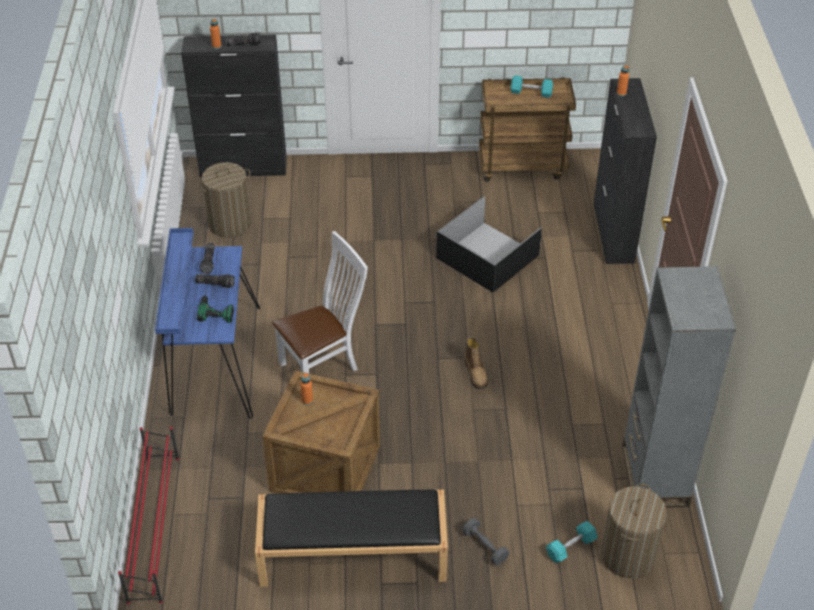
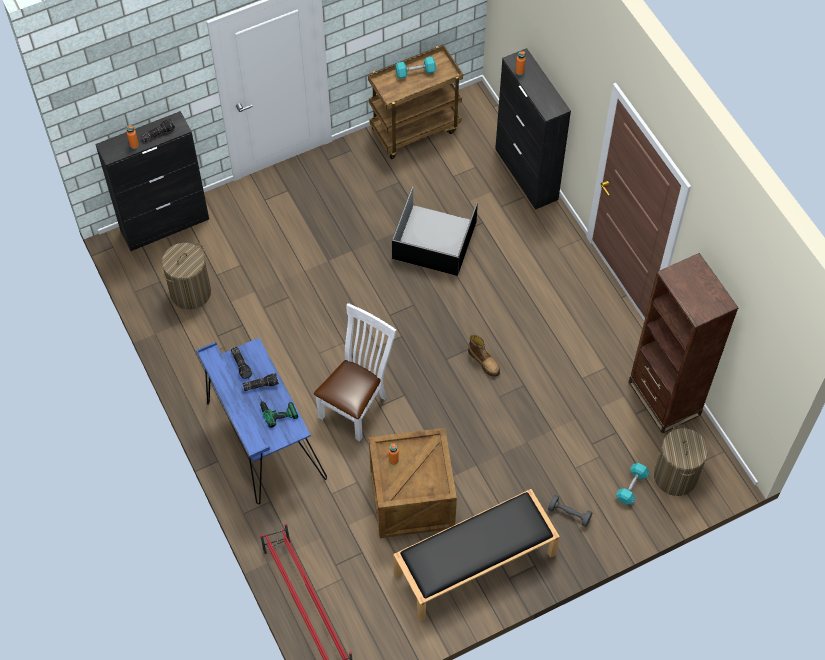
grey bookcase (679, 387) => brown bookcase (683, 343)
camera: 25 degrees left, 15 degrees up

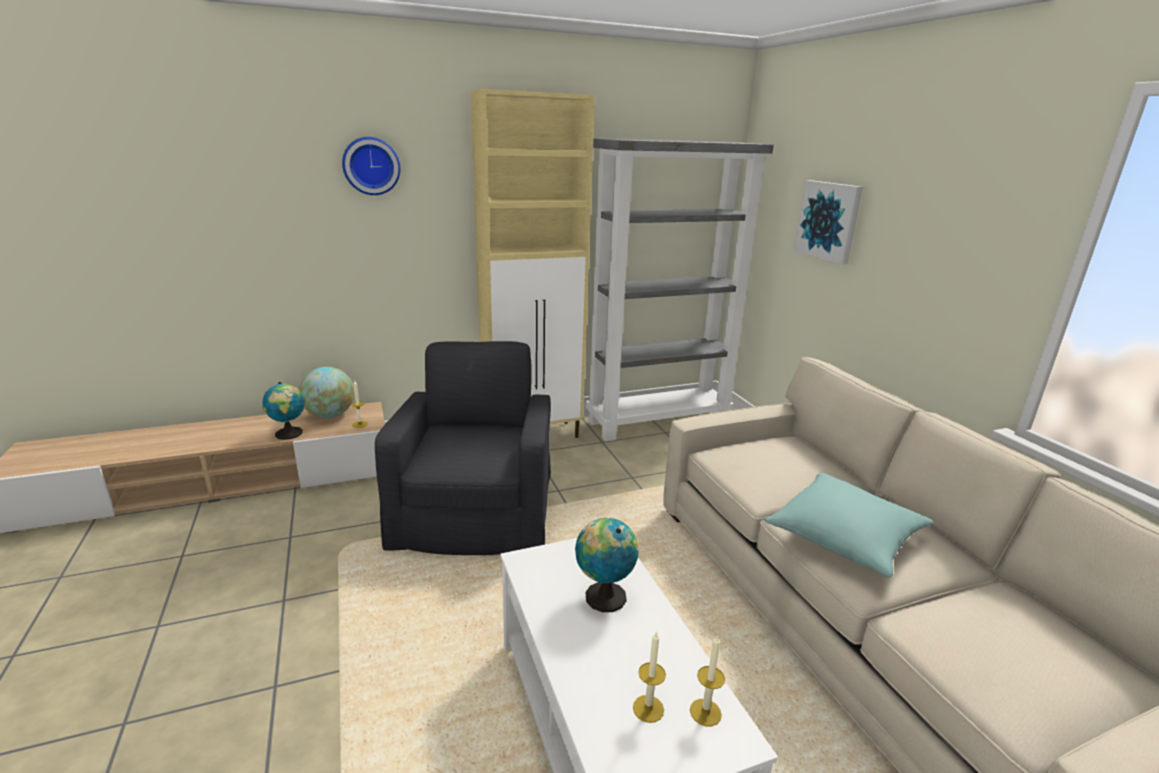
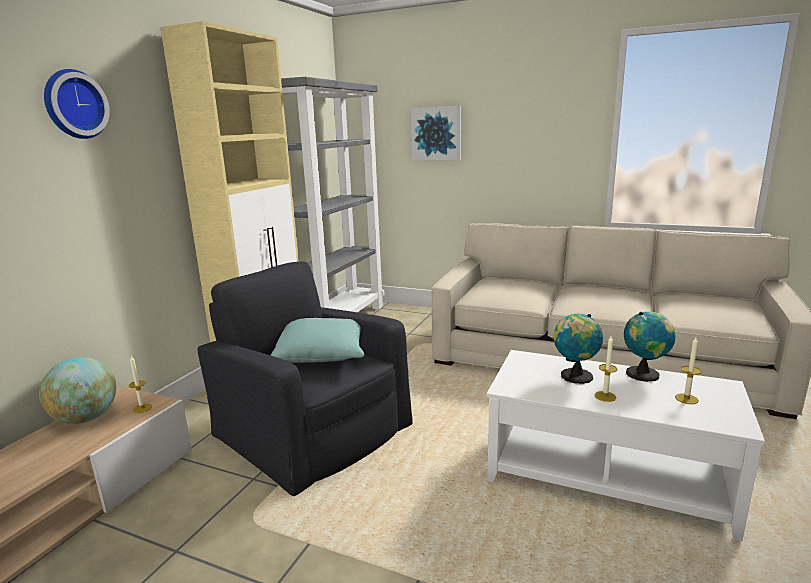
globe (283, 411) => globe (650, 347), moved
candle (707, 680) => candle (606, 369), moved
turquoise pillow (849, 525) => turquoise pillow (317, 340), moved
camera: 45 degrees left, 5 degrees down

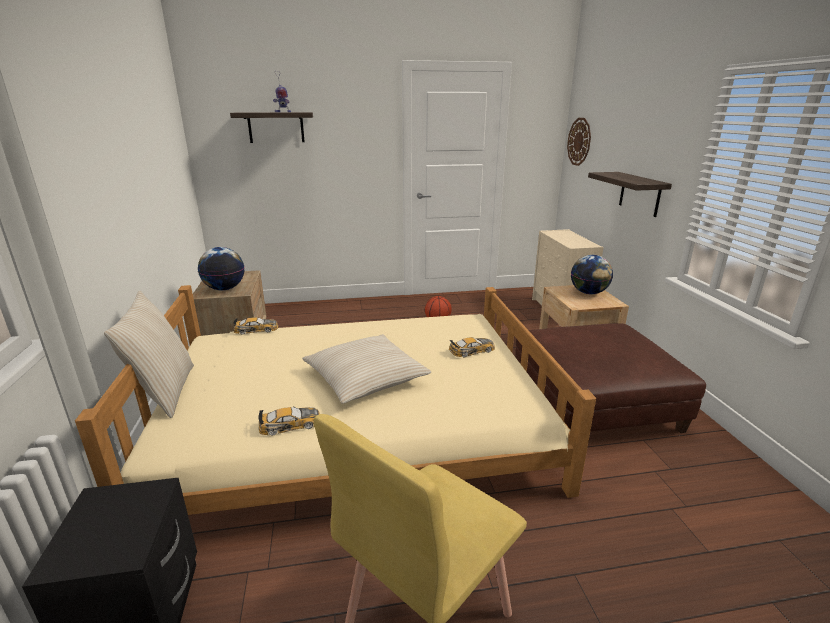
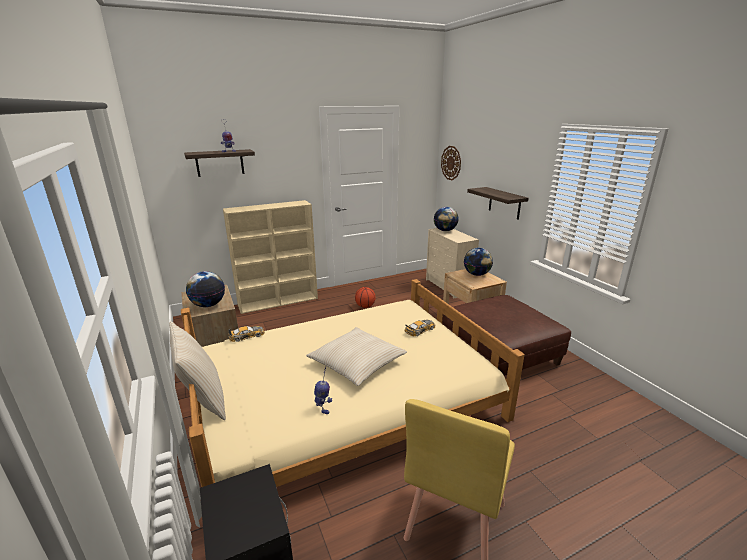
nothing => beige bookcase (270, 257)
nothing => globe (446, 219)
toy car (289, 420) => toy robot (323, 390)
camera: 15 degrees left, 0 degrees up

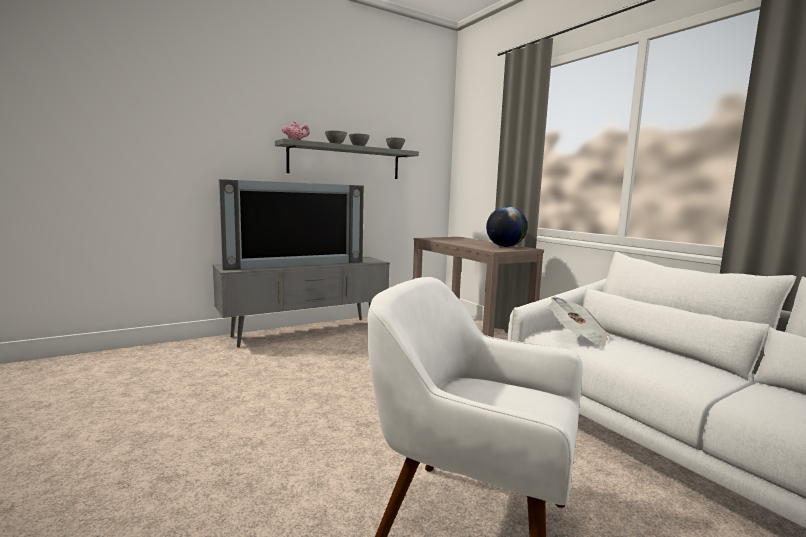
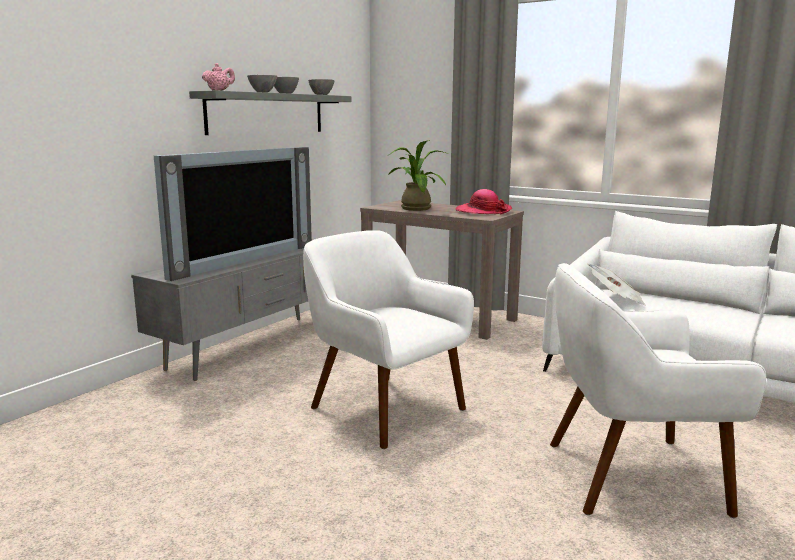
nothing => white armchair (388, 339)
nothing => potted plant (419, 175)
globe (507, 226) => hat (483, 201)
camera: 25 degrees left, 5 degrees up

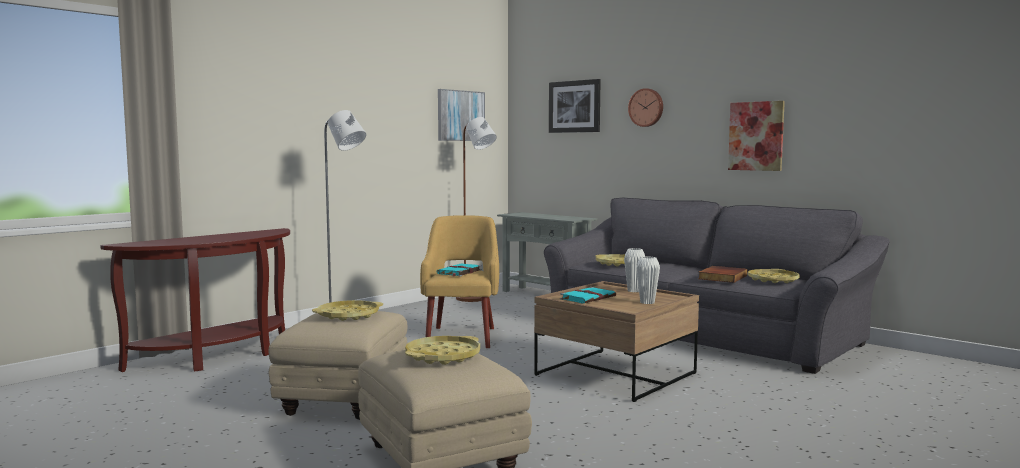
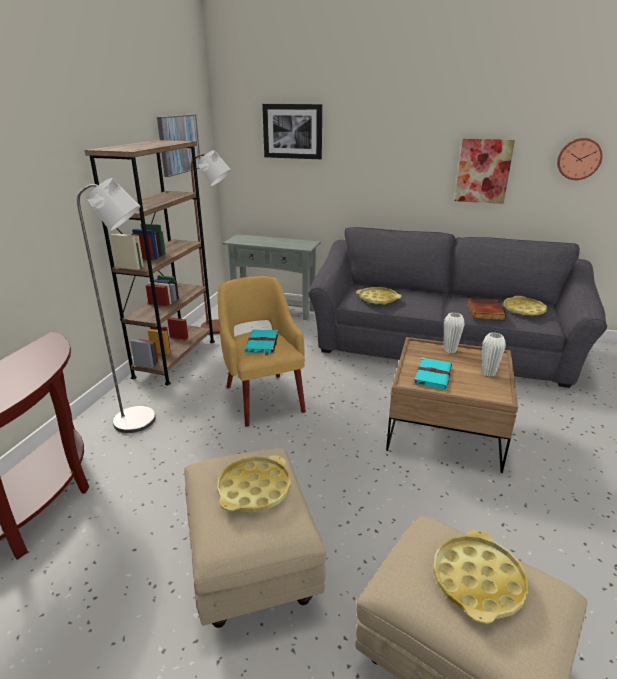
nothing => brown bookcase (150, 262)
wall clock (645, 107) => wall clock (580, 159), moved
camera: 25 degrees left, 20 degrees up

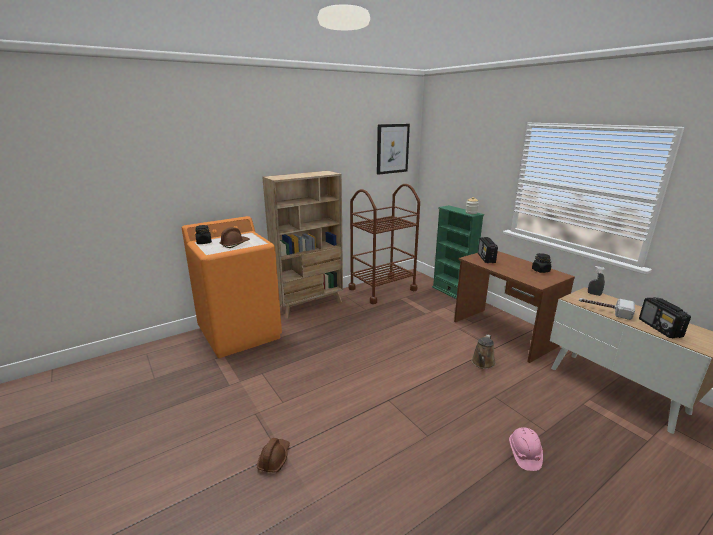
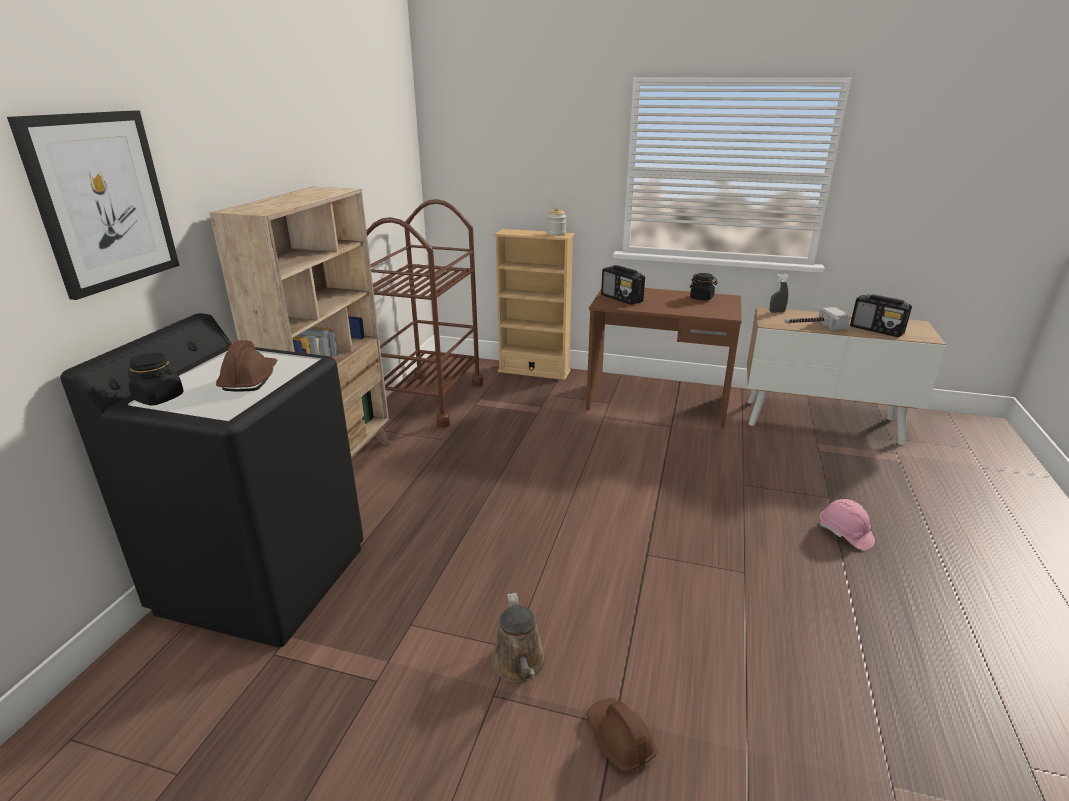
picture (393, 149) => picture (93, 205), moved
brown watering can (483, 351) => brown watering can (519, 637), moved
orange washing machine (232, 287) => black washing machine (212, 480)
green bookcase (458, 252) => beige bookcase (534, 304)
camera: 40 degrees left, 5 degrees up

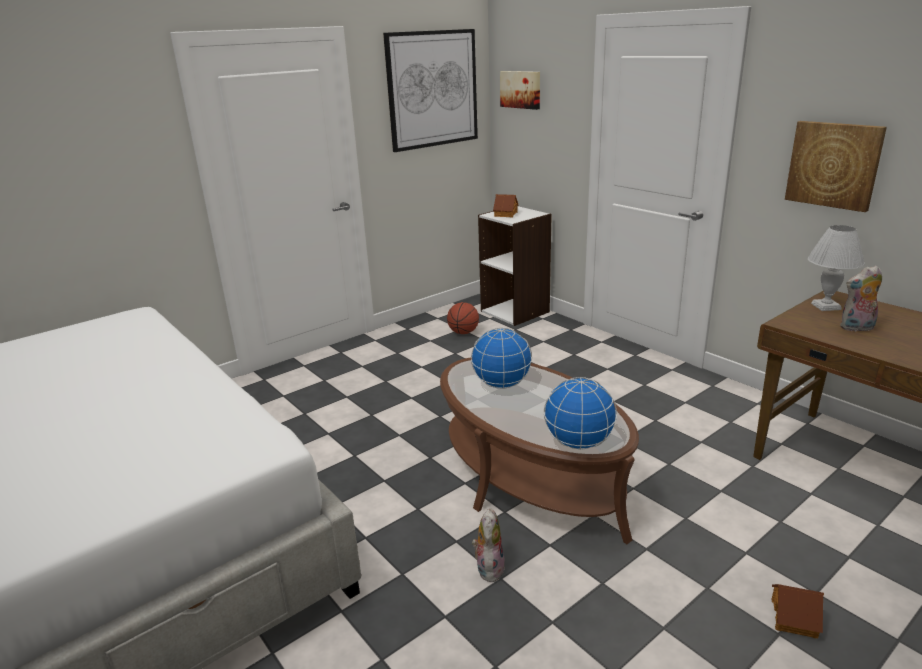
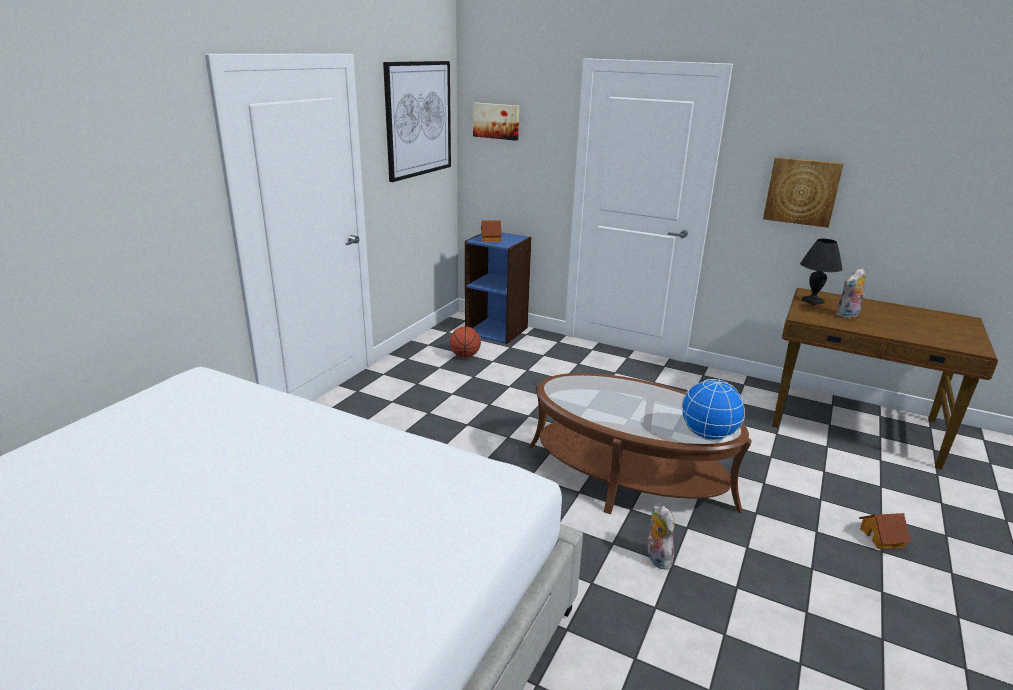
globe (501, 358) => nothing
white bookcase (515, 266) => blue bookcase (498, 288)
white table lamp (836, 268) => black table lamp (821, 272)
camera: 25 degrees left, 0 degrees up

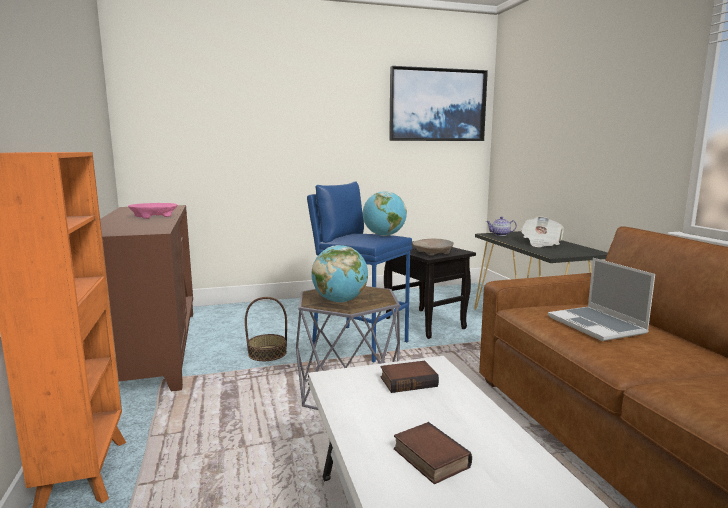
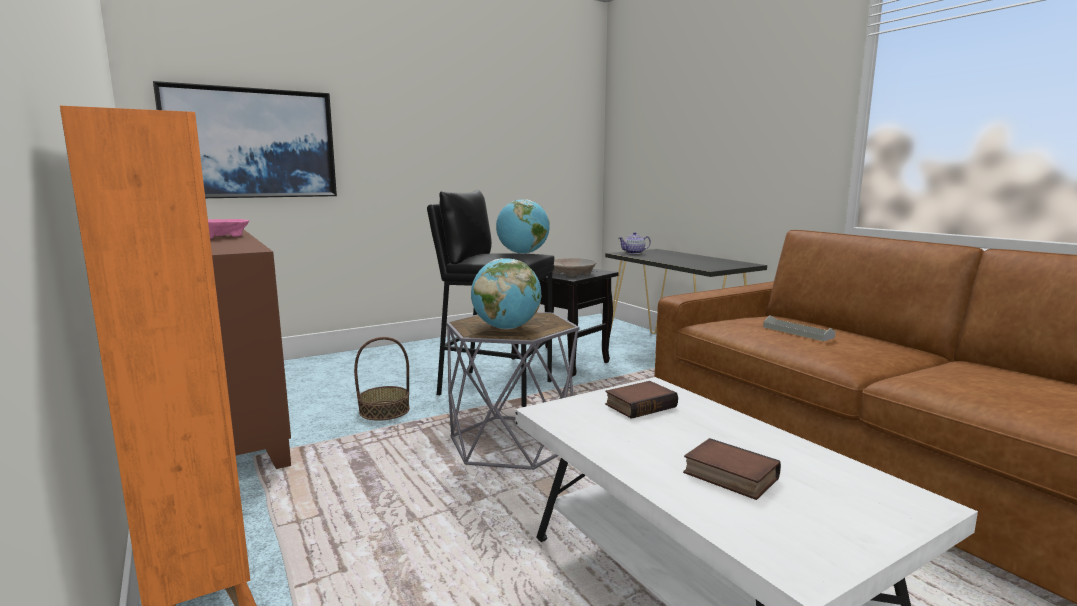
newspaper (542, 231) => nothing
picture (438, 103) => picture (245, 139), moved
laptop (601, 299) => grey tray (799, 328)
blue stool (359, 271) => black stool (490, 298)
camera: 15 degrees left, 0 degrees up

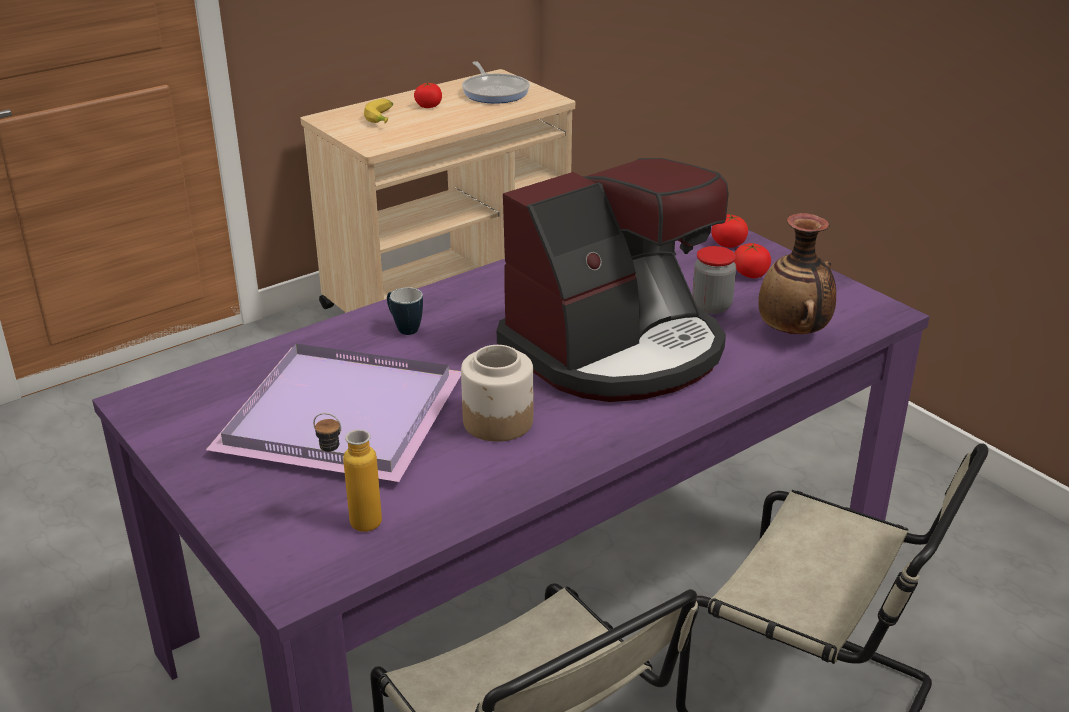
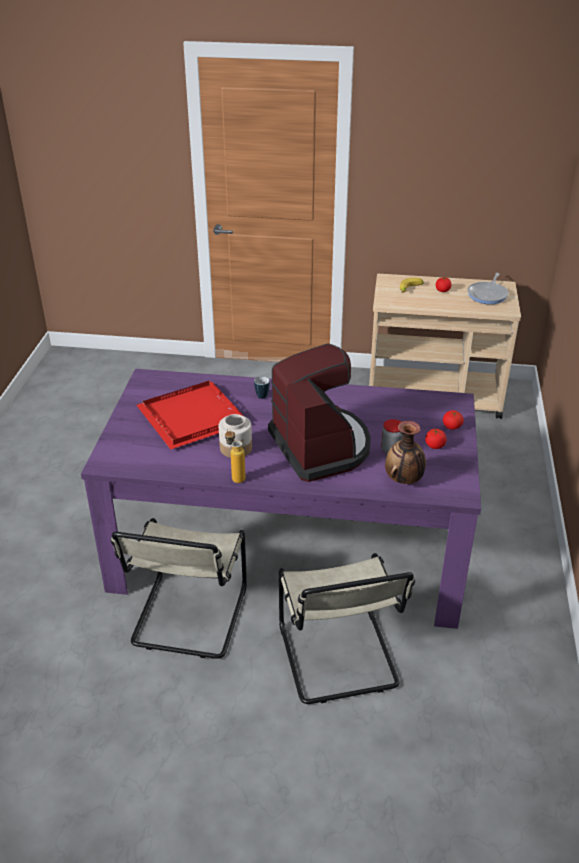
bottle (347, 472) => bottle (235, 455), moved
purple tray (333, 413) => red tray (190, 415)
coffee machine (613, 280) => coffee machine (319, 412), 120 degrees counterclockwise
camera: 45 degrees right, 5 degrees up

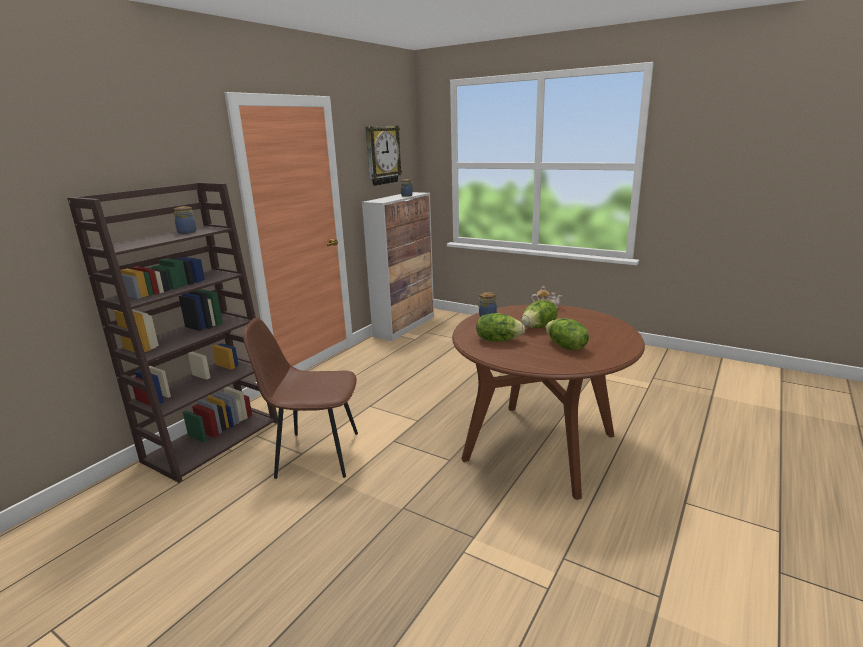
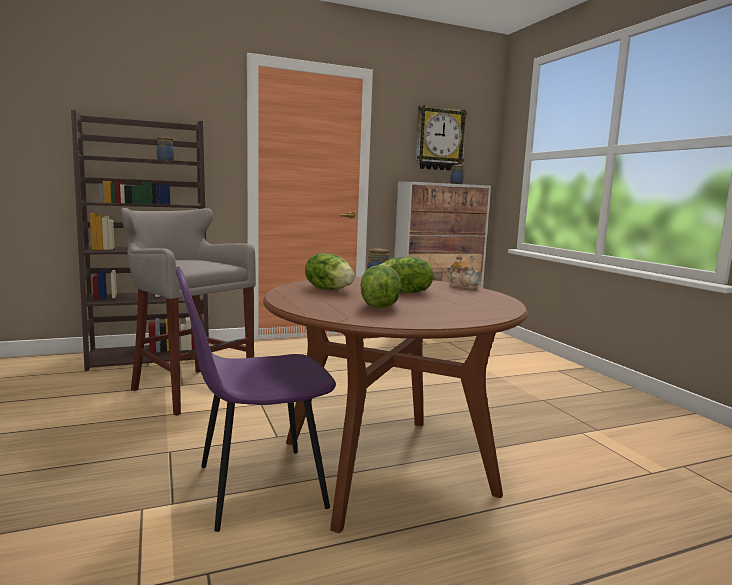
nothing => purple chair (255, 399)
brown chair (300, 398) => grey stool (188, 312)
camera: 35 degrees right, 10 degrees down

